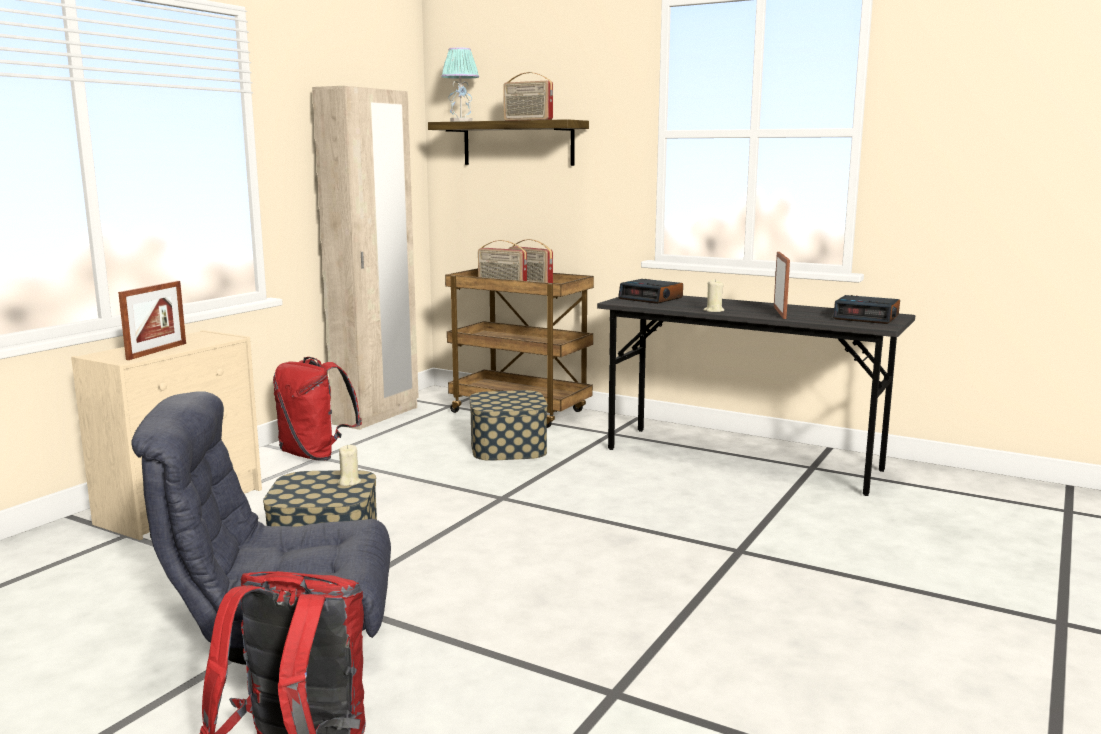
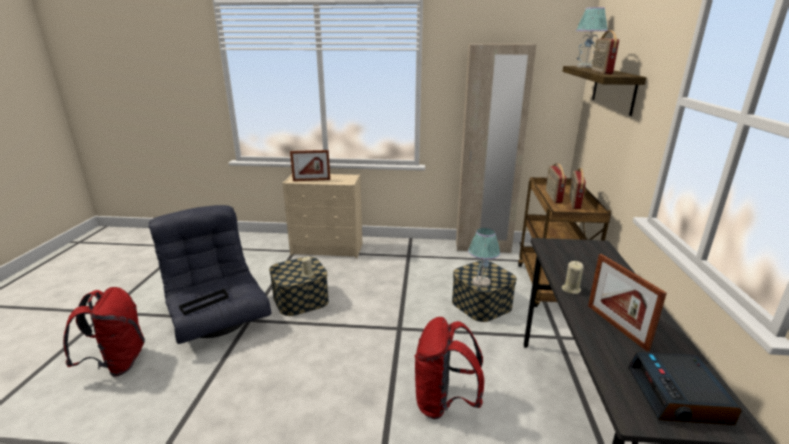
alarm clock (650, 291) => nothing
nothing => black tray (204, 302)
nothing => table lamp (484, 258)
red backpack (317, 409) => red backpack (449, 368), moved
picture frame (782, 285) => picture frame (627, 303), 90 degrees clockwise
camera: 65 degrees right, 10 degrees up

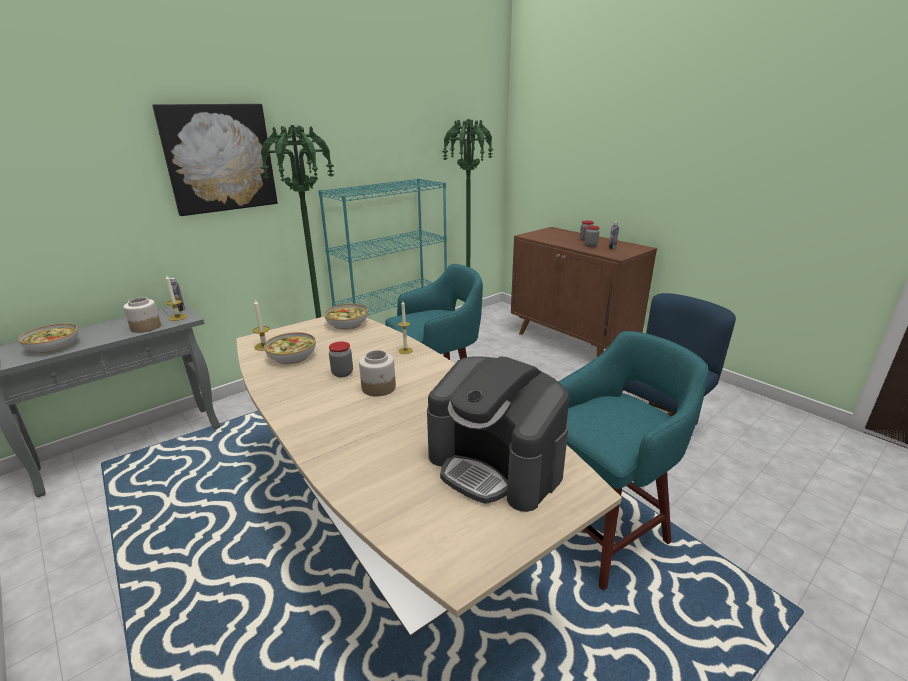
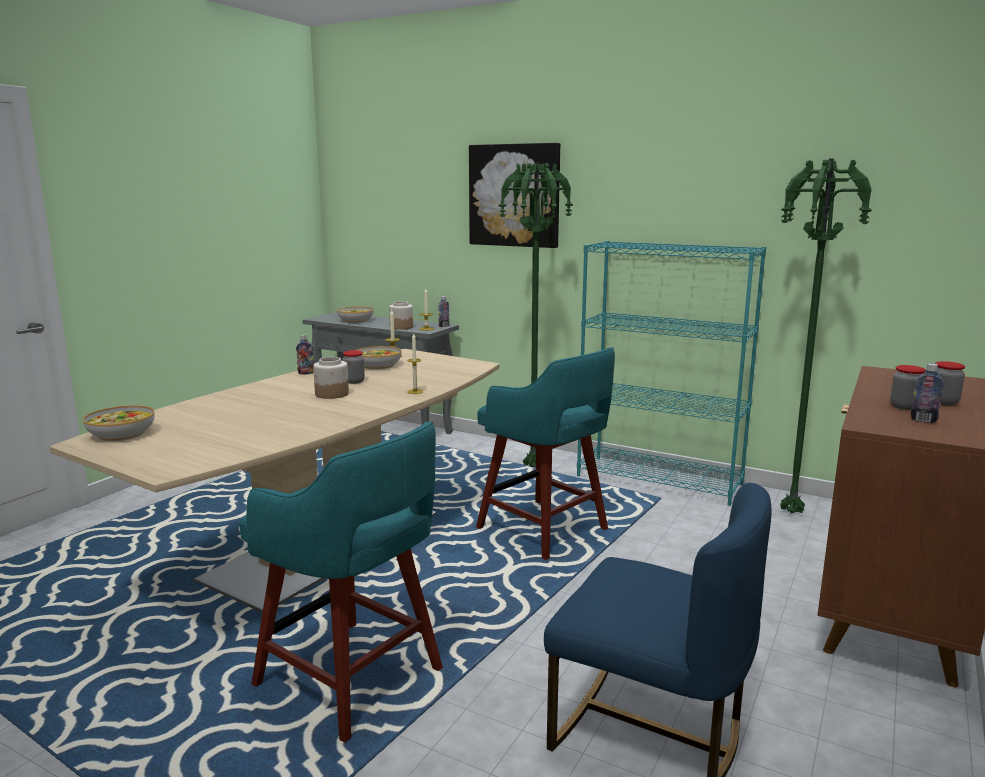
coffee machine (498, 434) => nothing
nothing => bottle (305, 354)
bowl (346, 317) => bowl (119, 423), moved
camera: 70 degrees right, 10 degrees down

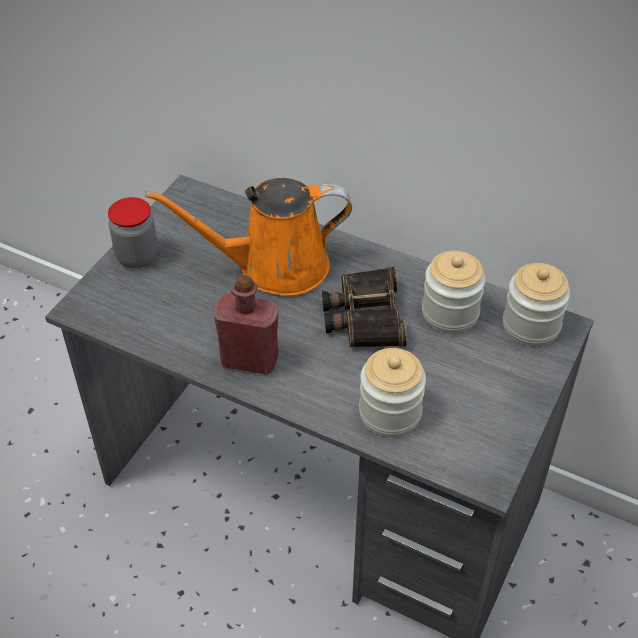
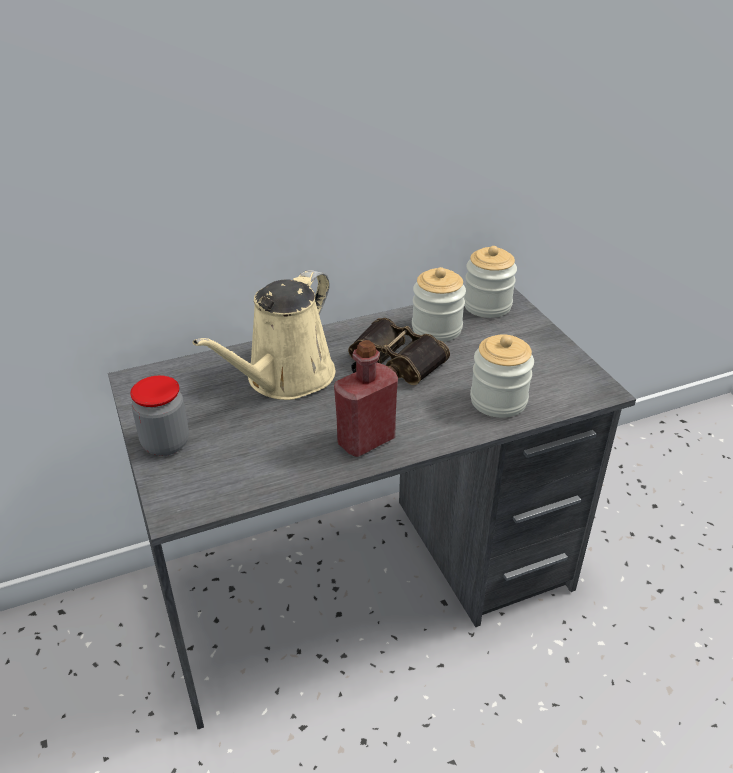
orange watering can (248, 237) => beige watering can (264, 335)
camera: 50 degrees left, 10 degrees down

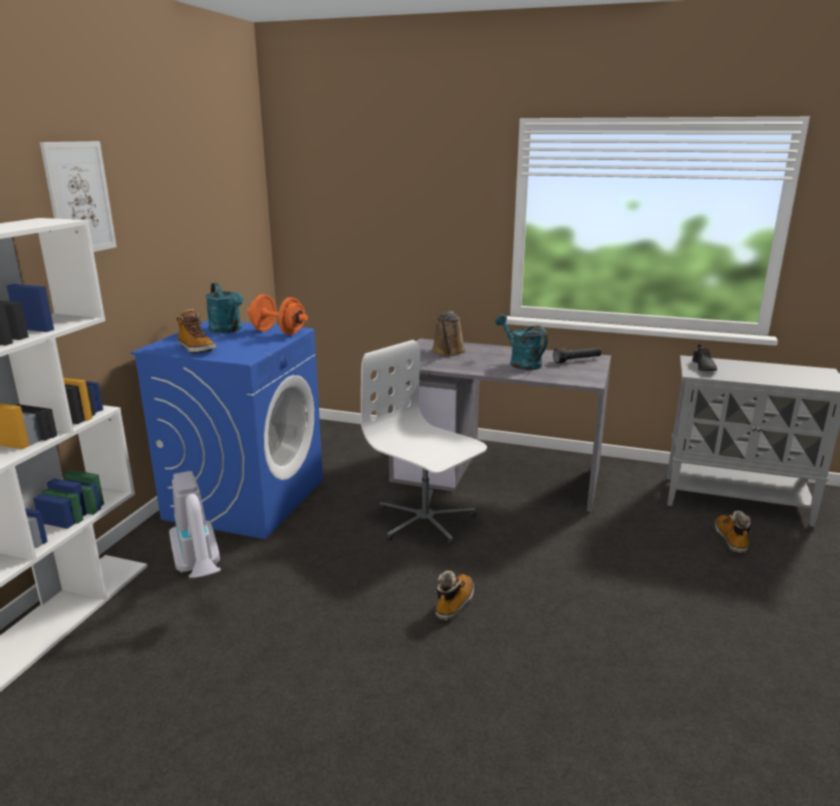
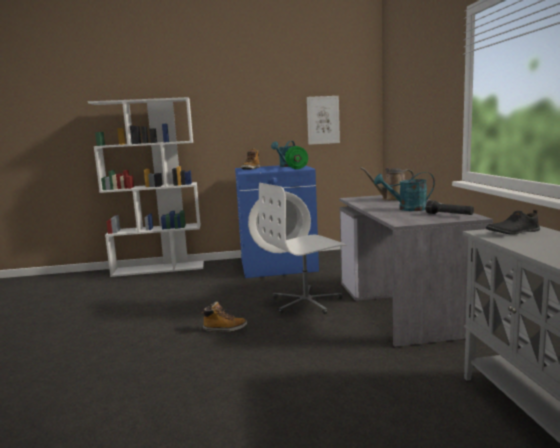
vacuum cleaner (195, 524) => nothing
boot (733, 531) => nothing
picture (78, 196) => picture (323, 120), moved
orange dumbbell (277, 314) => green dumbbell (296, 157)
white office chair (424, 443) => white office chair (303, 248), 135 degrees counterclockwise
turquoise watering can (521, 342) => turquoise watering can (404, 191), 120 degrees counterclockwise
camera: 65 degrees right, 10 degrees down

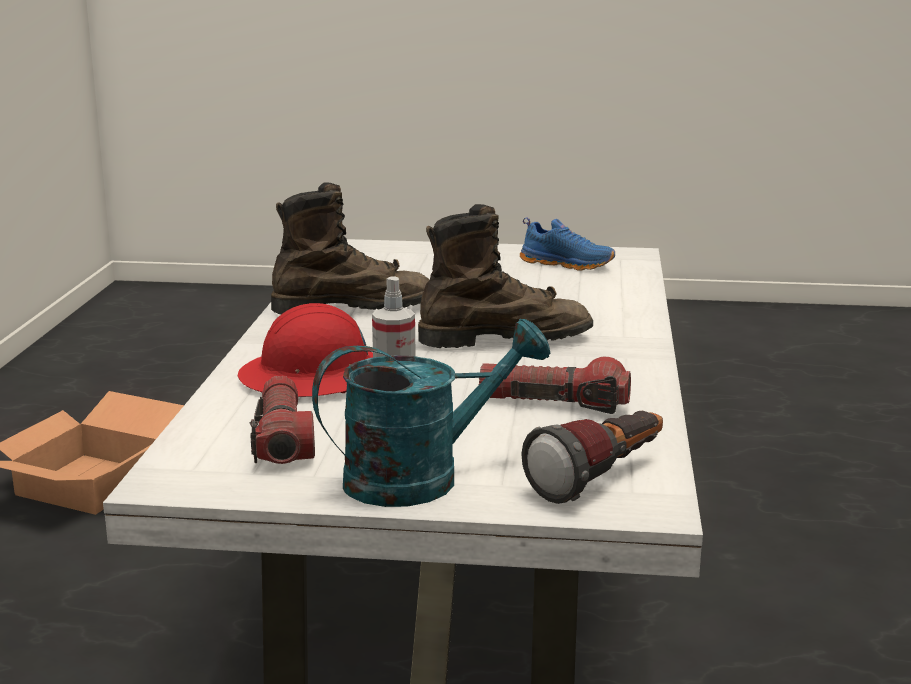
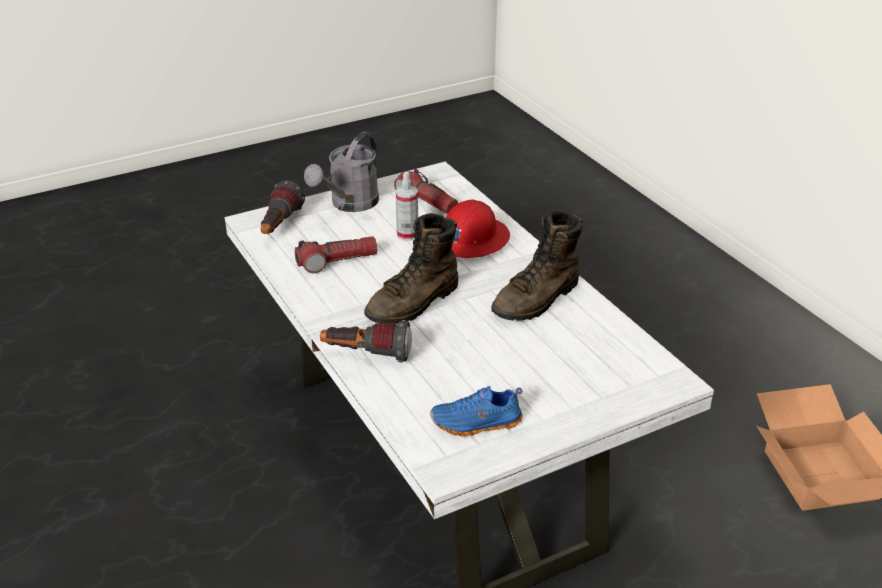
nothing => flashlight (366, 341)
turquoise watering can (431, 413) => grey watering can (341, 172)
camera: 145 degrees right, 15 degrees up

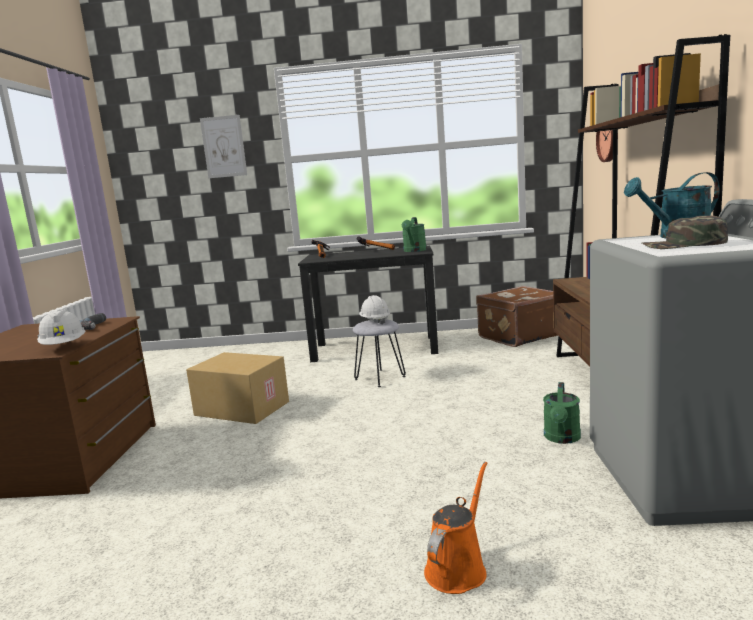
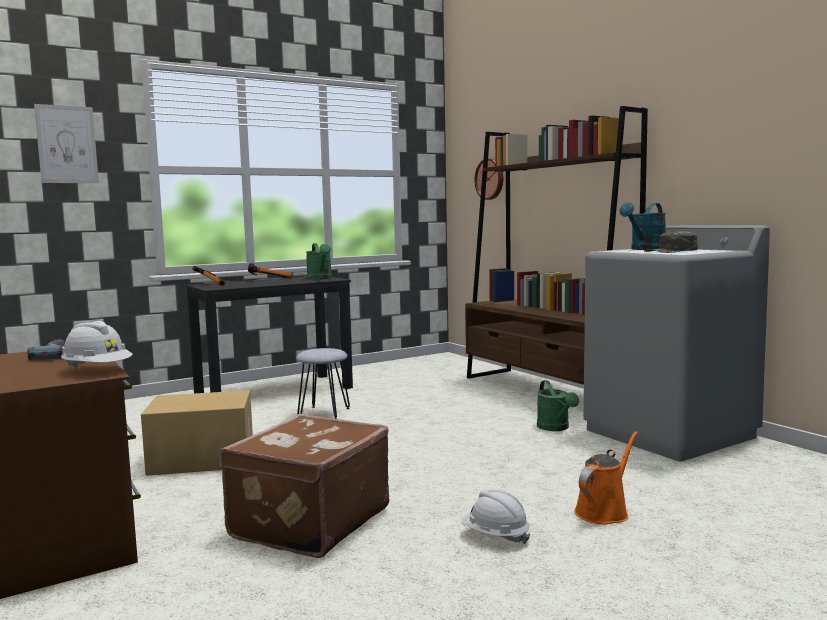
white hard hat (374, 310) => white hard hat (495, 516), moved
brown suitcase (517, 316) => brown suitcase (304, 486), moved
orange watering can (455, 528) => orange watering can (606, 477), 45 degrees clockwise
camera: 35 degrees left, 5 degrees down

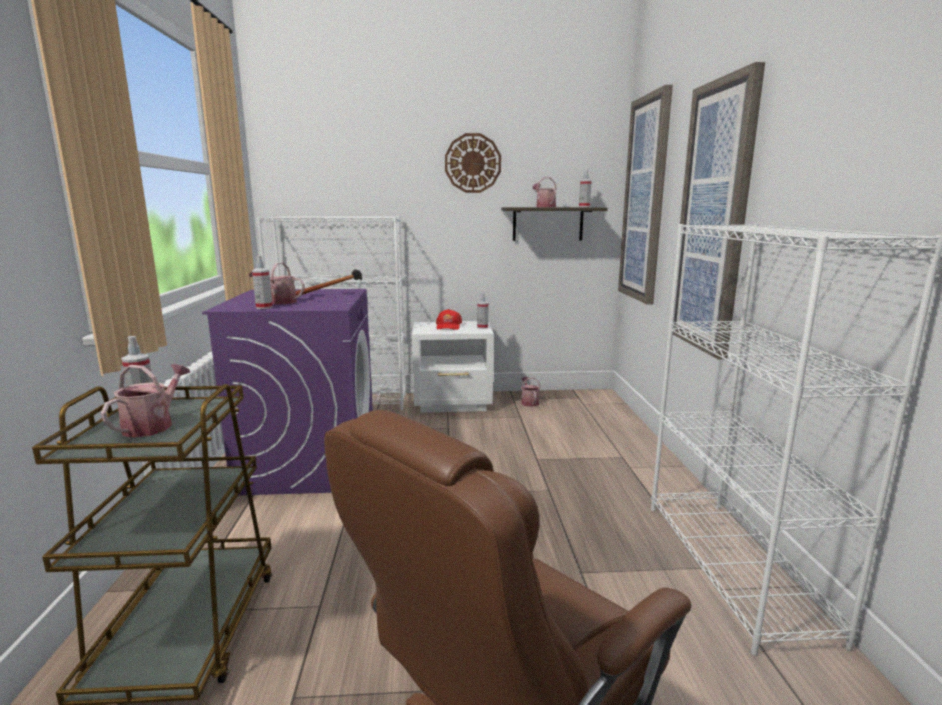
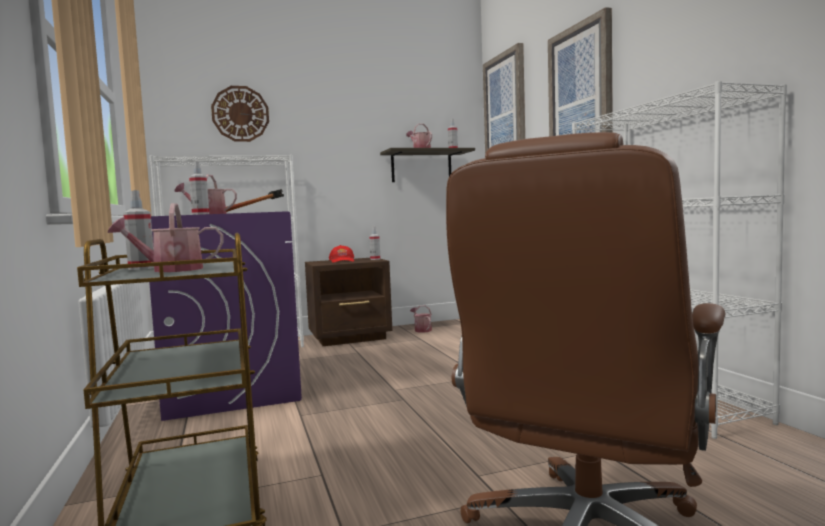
wall clock (473, 163) => wall clock (240, 114), moved
white nightstand (453, 367) => brown nightstand (348, 302)
watering can (145, 401) => watering can (165, 237), 105 degrees counterclockwise
camera: 15 degrees left, 10 degrees down

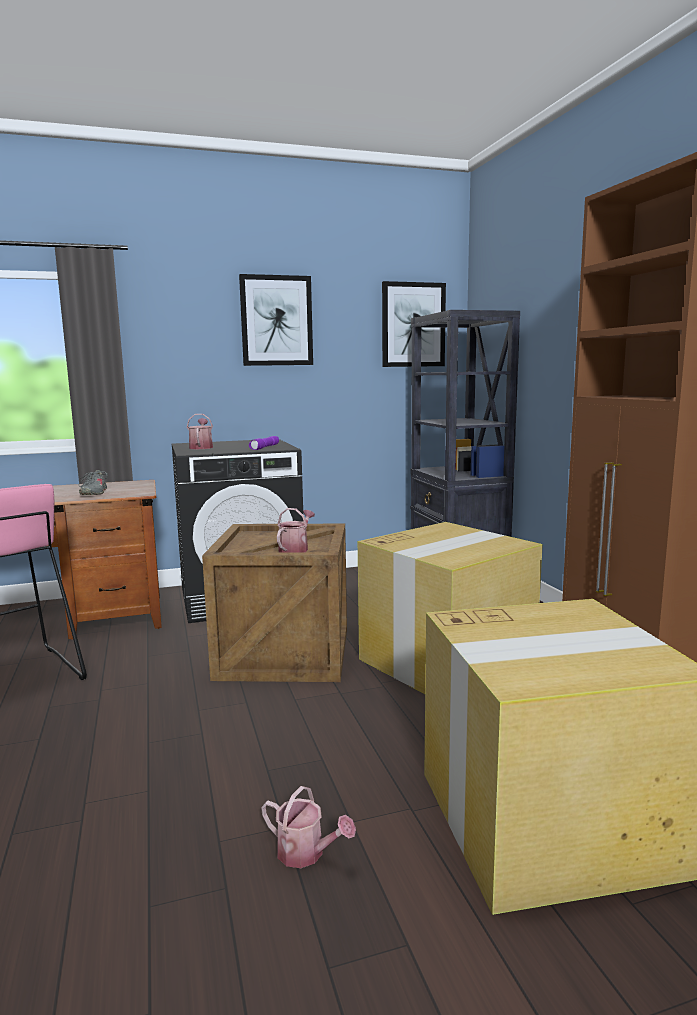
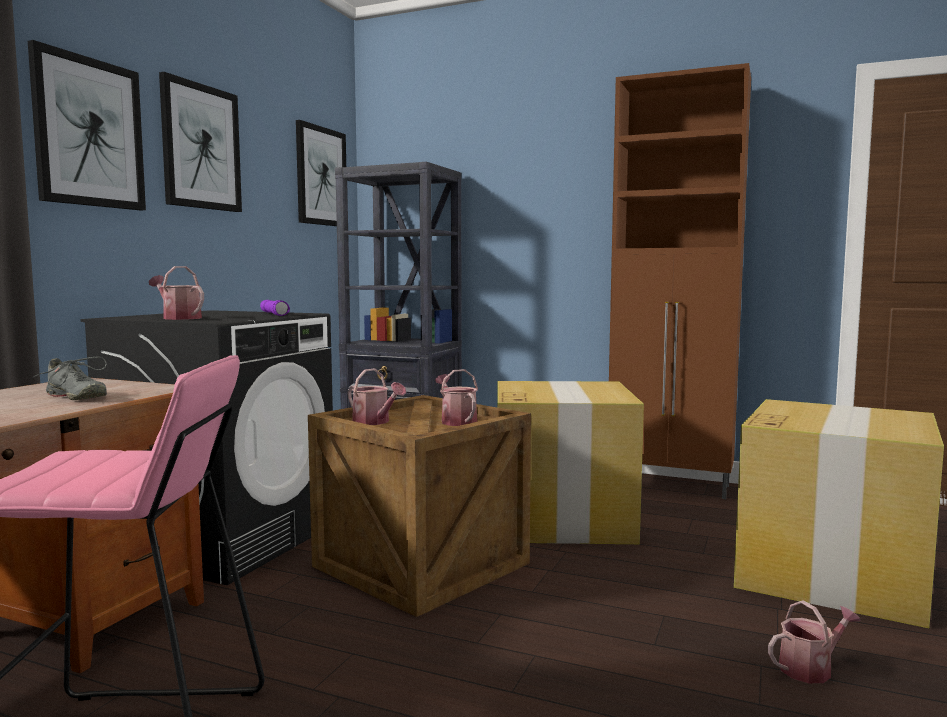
nothing => picture (87, 125)
nothing => watering can (377, 397)
camera: 50 degrees left, 5 degrees down

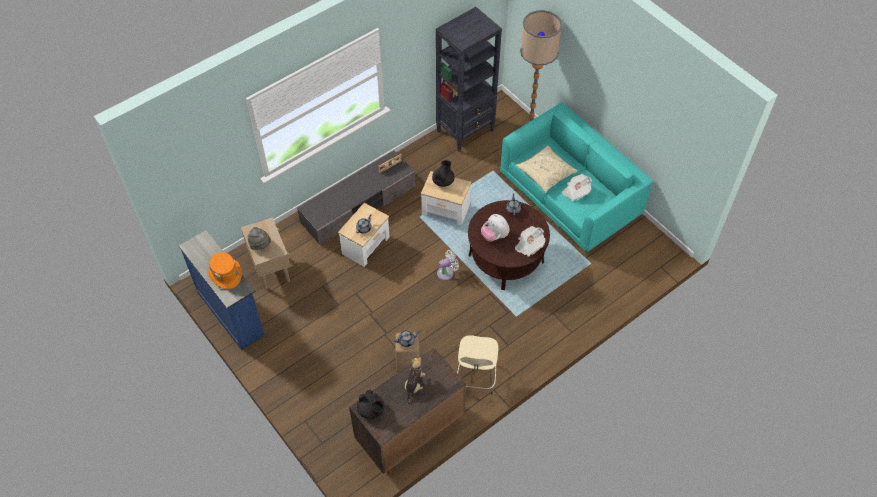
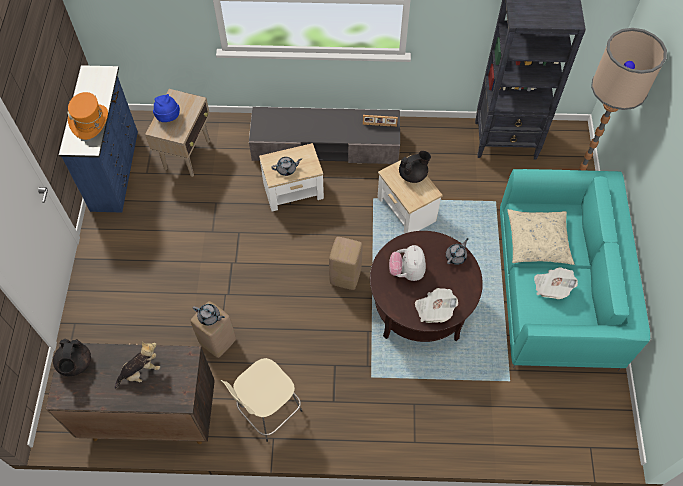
white fan (448, 265) => beige stool (345, 263)
grey hat (259, 238) => blue hat (166, 108)
camera: 40 degrees right, 5 degrees up

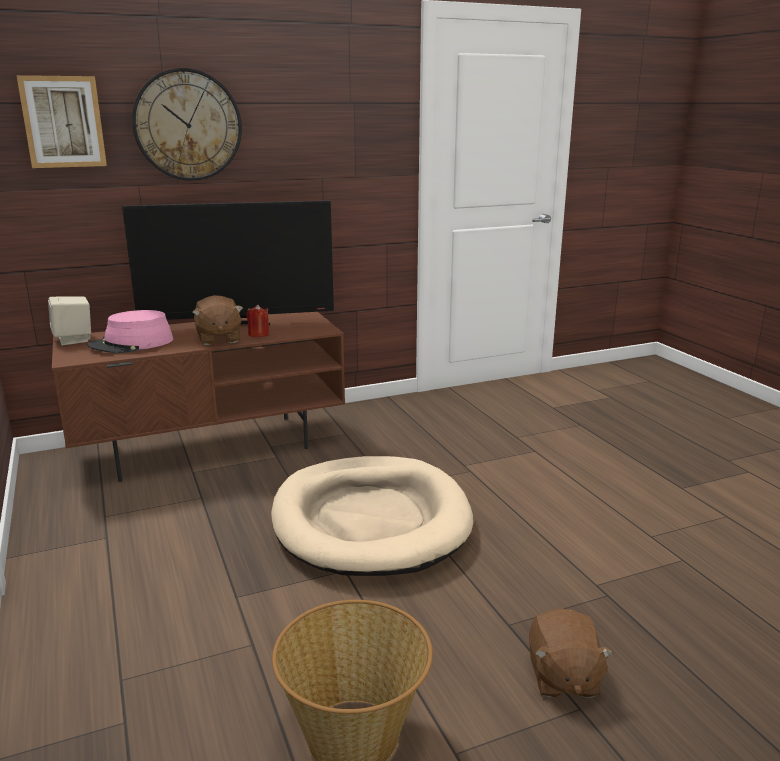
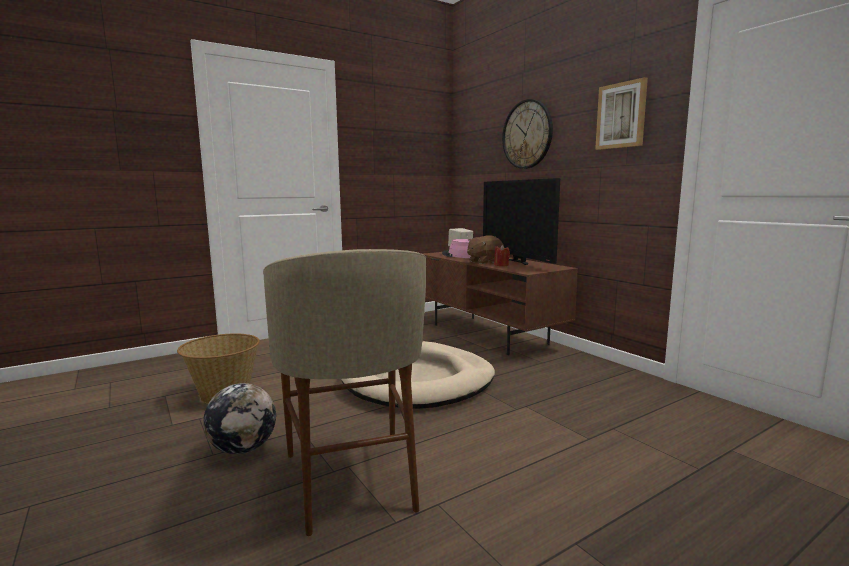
nothing => beige stool (344, 392)
picture (62, 121) => picture (621, 113), moved
brown plush toy (571, 653) => globe (239, 418)
camera: 80 degrees right, 10 degrees down

